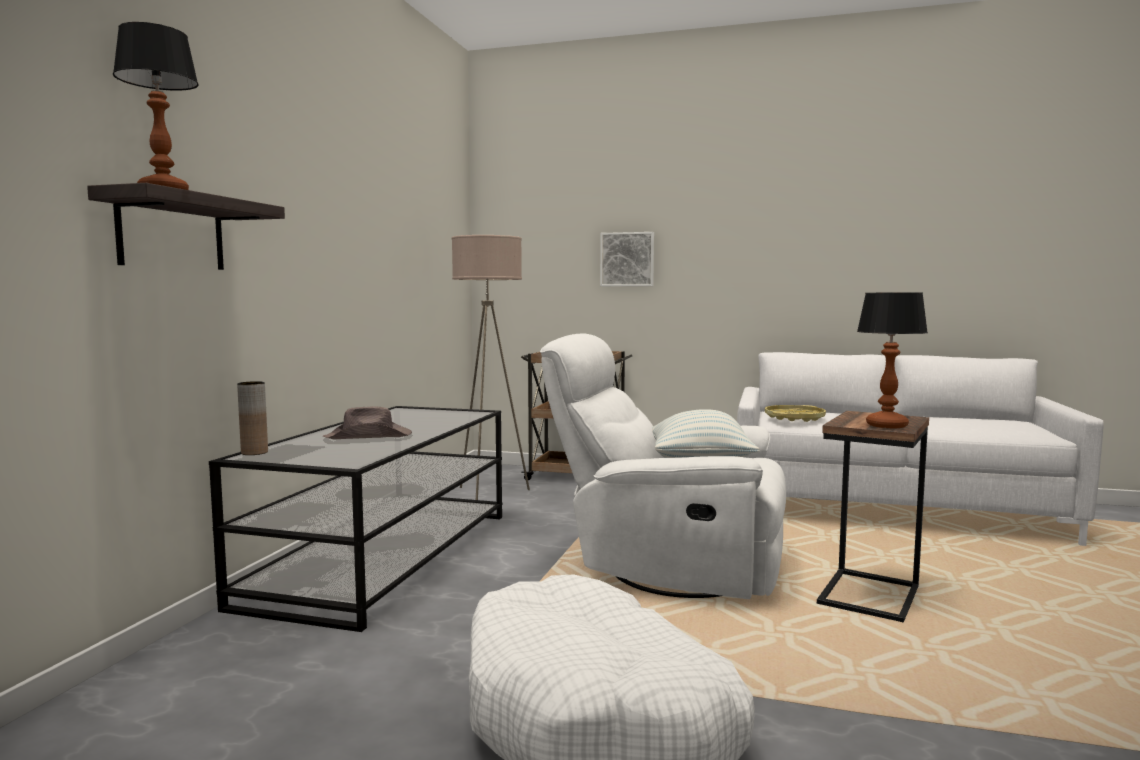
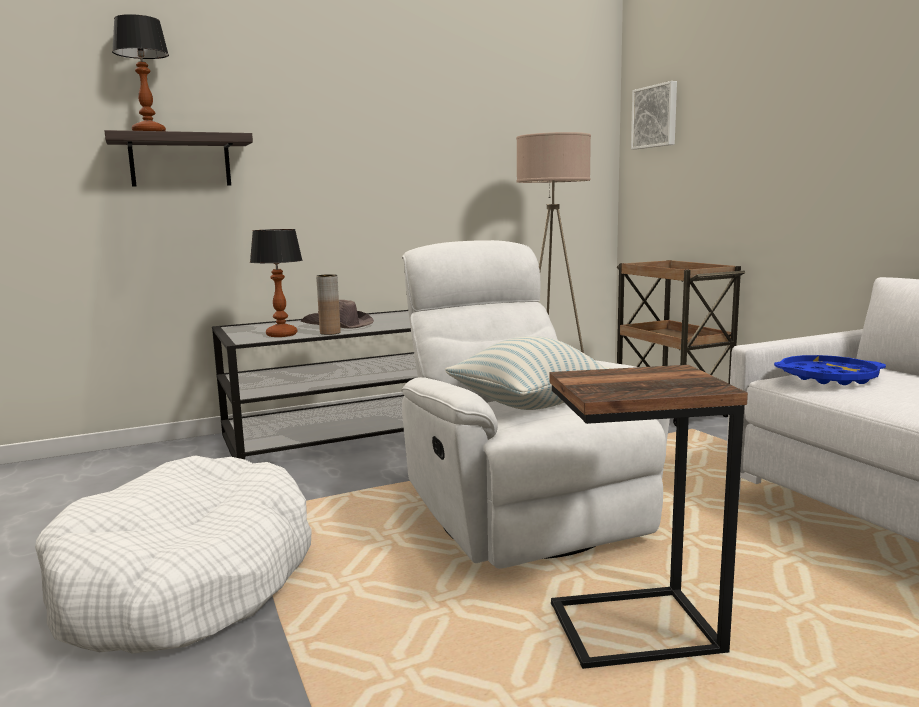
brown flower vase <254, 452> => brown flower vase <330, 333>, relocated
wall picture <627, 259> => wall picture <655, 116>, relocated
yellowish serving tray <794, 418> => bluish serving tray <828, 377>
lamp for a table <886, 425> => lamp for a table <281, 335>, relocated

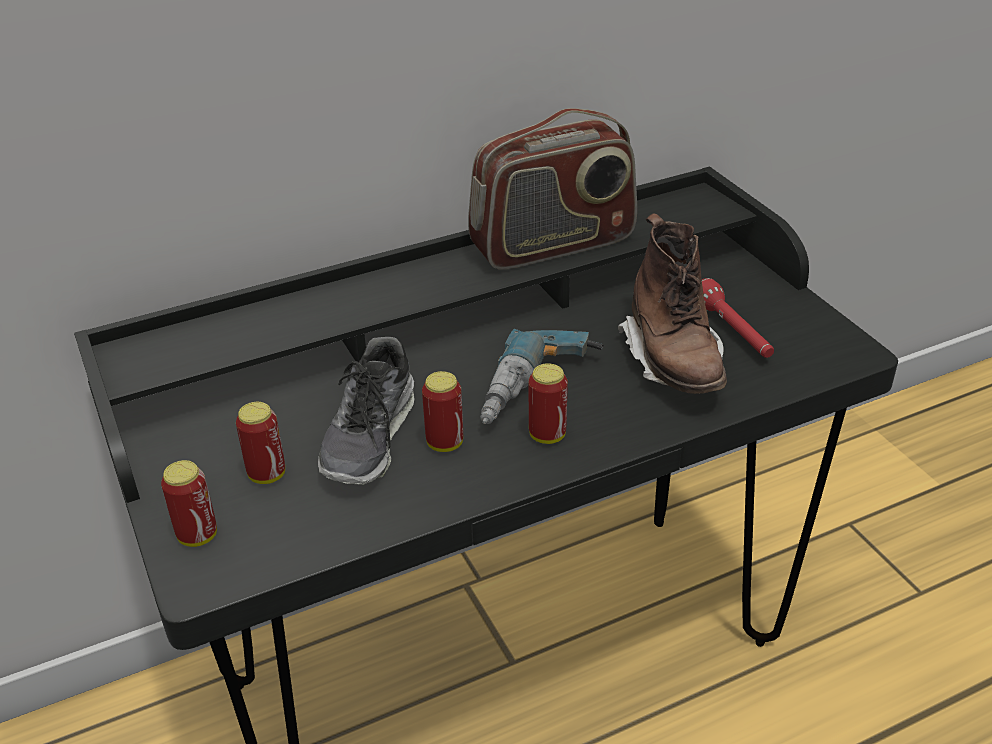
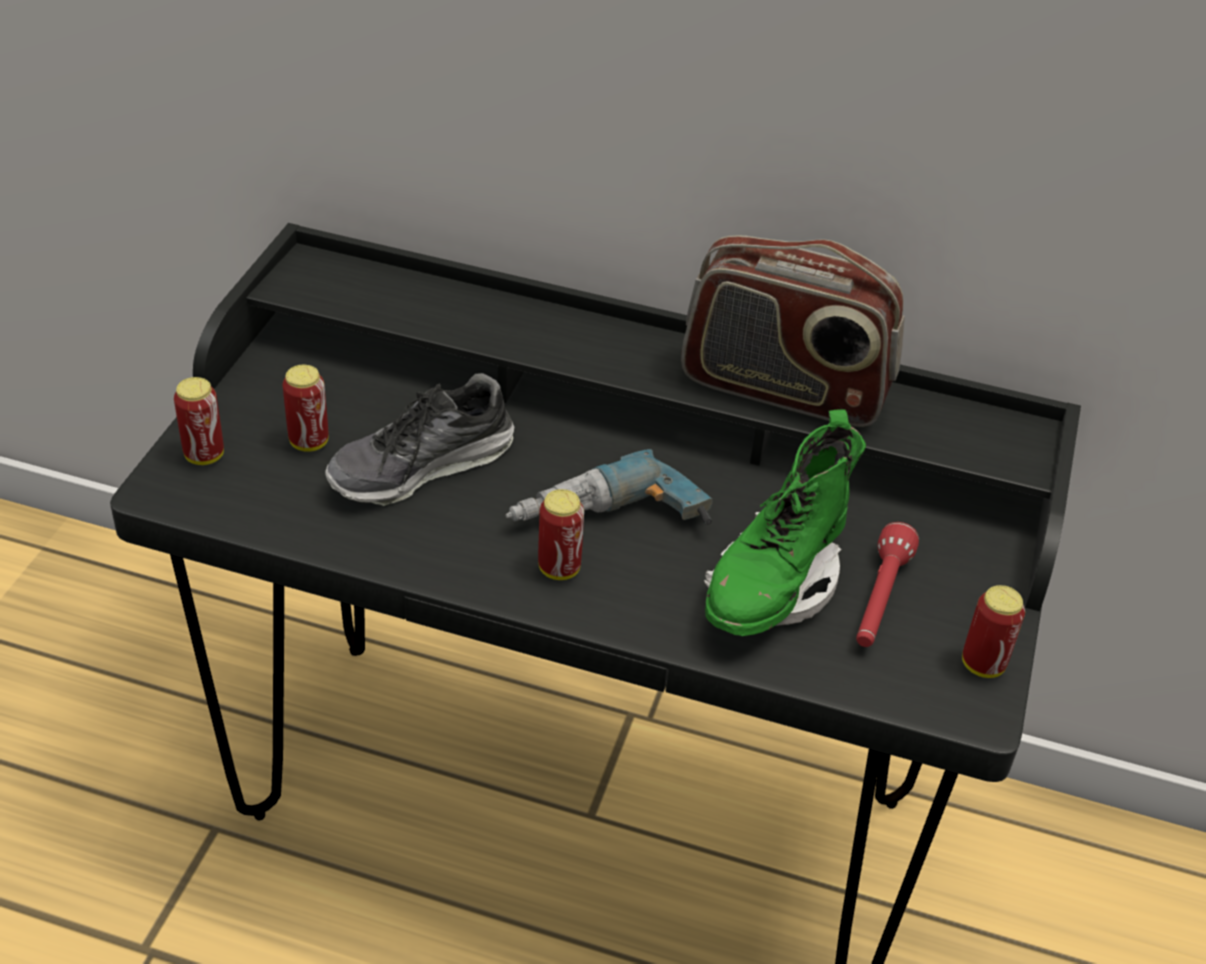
can <445, 443> => can <982, 665>, relocated
brown boot <673, 362> => greenish boot <773, 586>

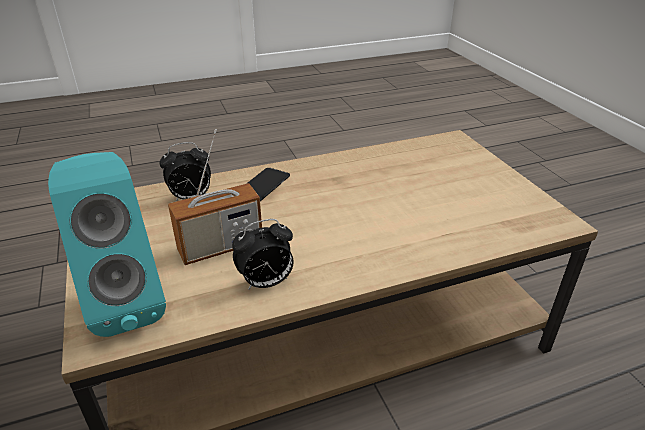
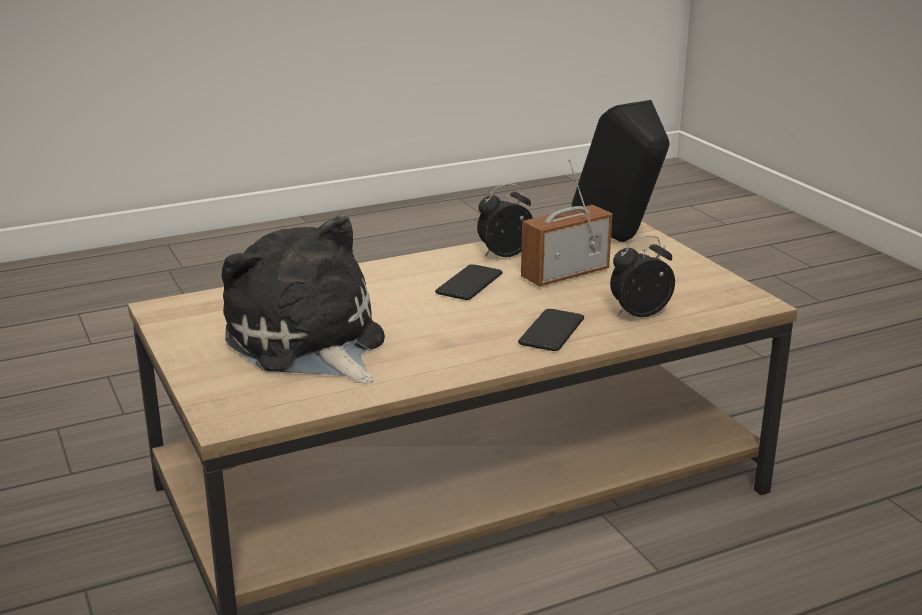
blue-green speaker <127, 303> => black-coloured speaker <621, 241>
nothing => plush toy <308, 343>
nothing => handset <469, 283>

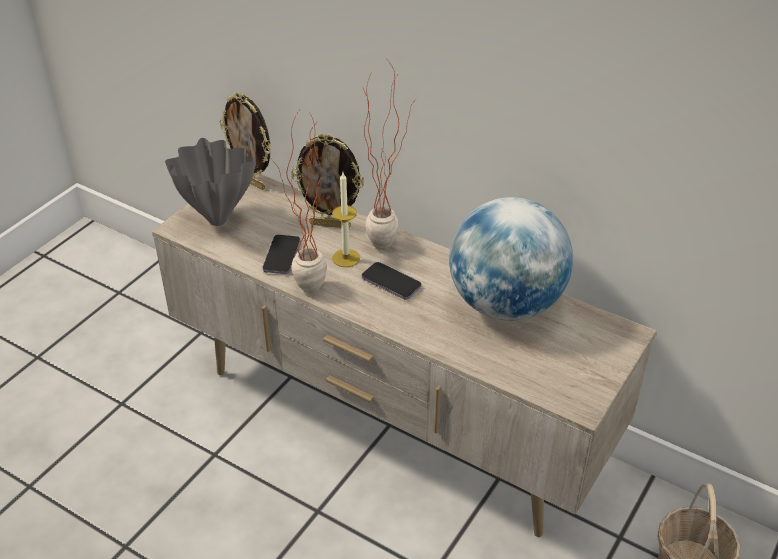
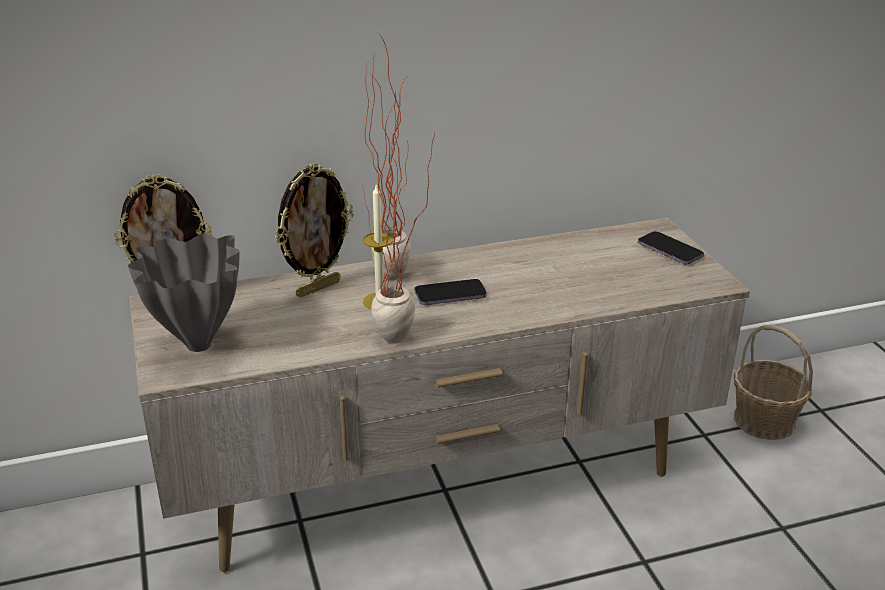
handset <282, 256> => handset <670, 250>, relocated
desk globe <505, 305> => nothing

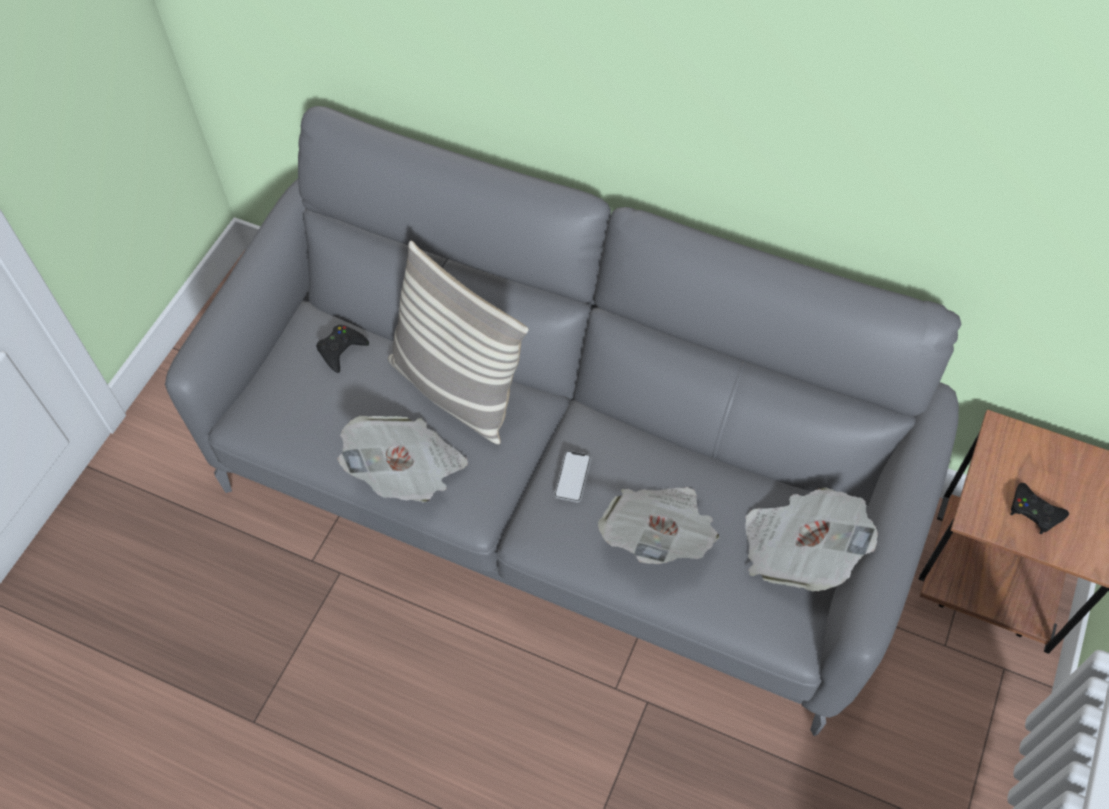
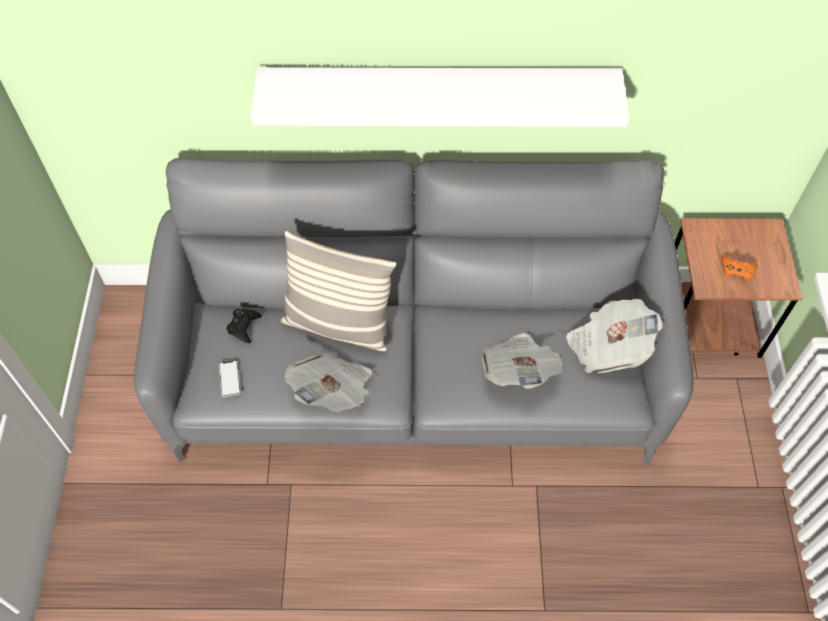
handset <572, 477> => handset <229, 379>, relocated
black-coloured game controller <1034, 511> => orangey game controller <737, 270>
nothing => white wall shelf <438, 93>

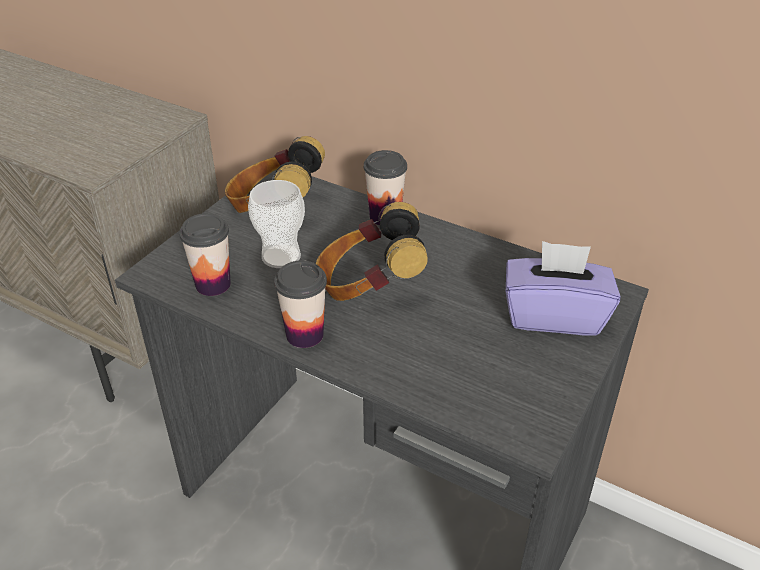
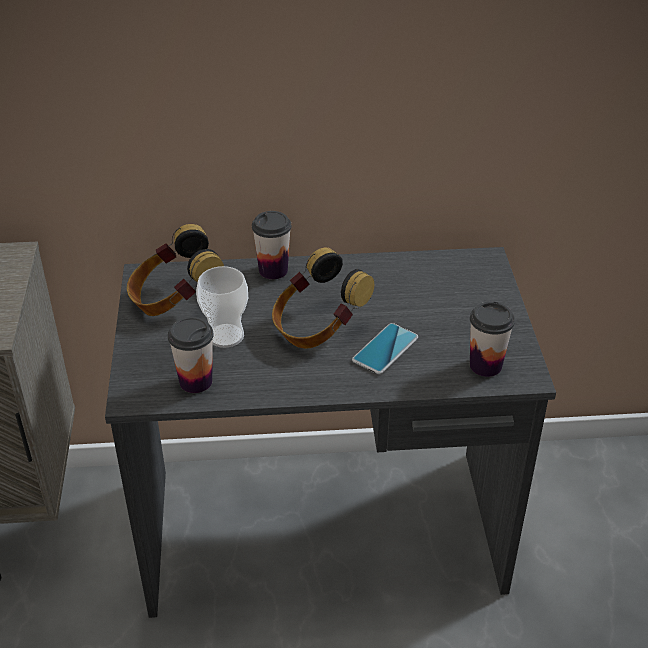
cup <304, 335> => cup <485, 365>, relocated
purplish tissue box <554, 315> => nothing
nothing => handset <385, 349>

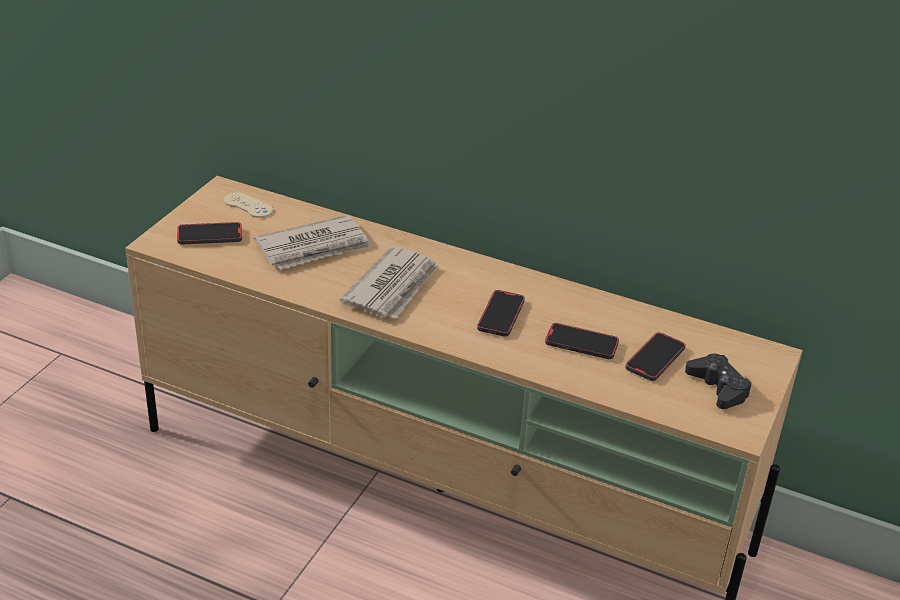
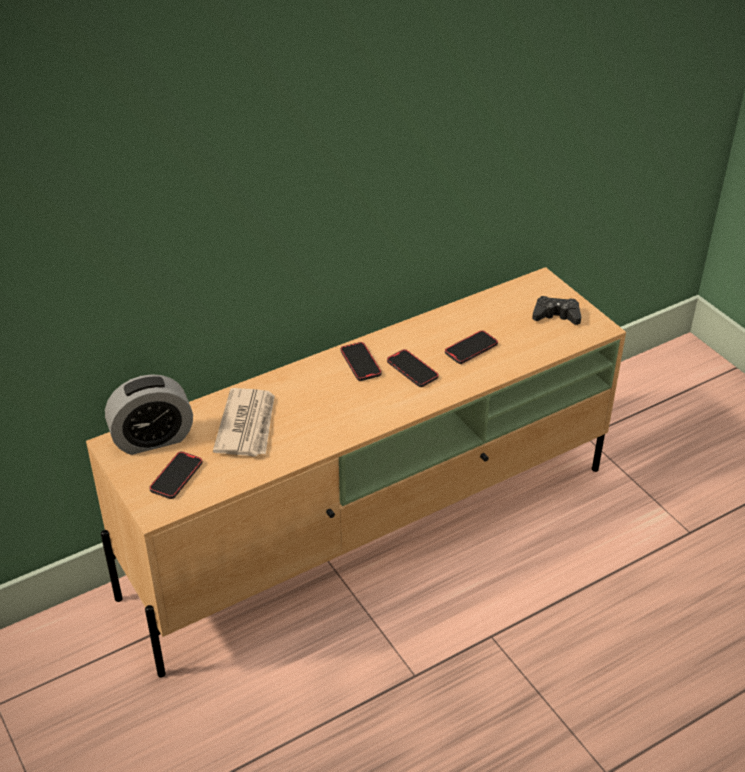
sand-coloured game controller <248, 205> => bedside clock <152, 439>
daily paper <393, 287> => nothing
handset <655, 359> => handset <360, 363>, relocated

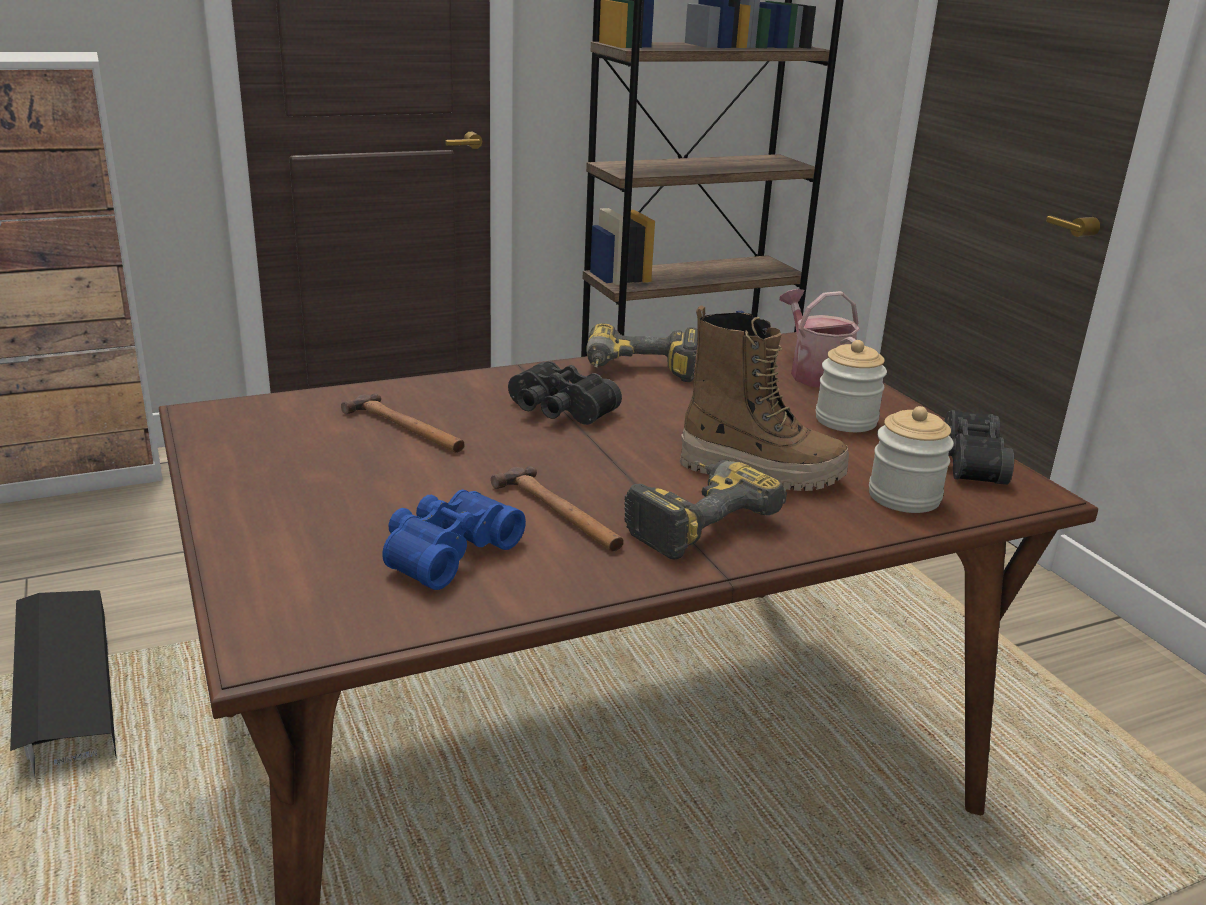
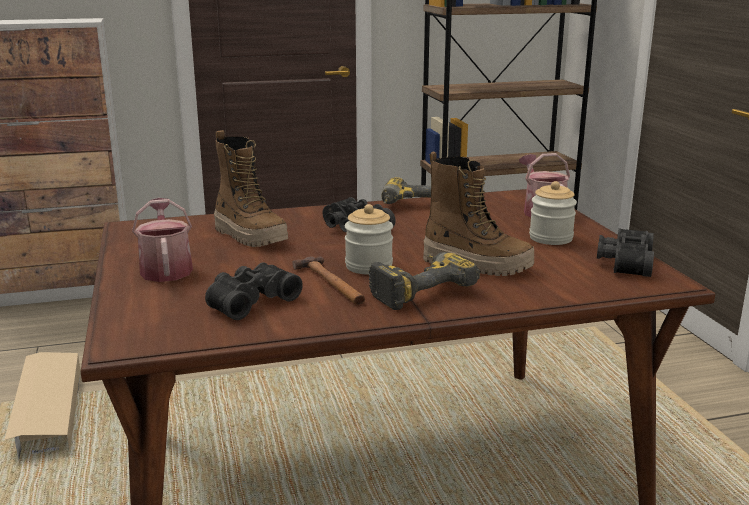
black-coloured storage box <65, 690> => sand-coloured storage box <47, 412>
hand hammer <405, 428> => boot <250, 236>
bluish binoculars <445, 551> => black-coloured binoculars <249, 301>
jar <904, 497> => jar <369, 266>, relocated
nothing => watering can <166, 268>

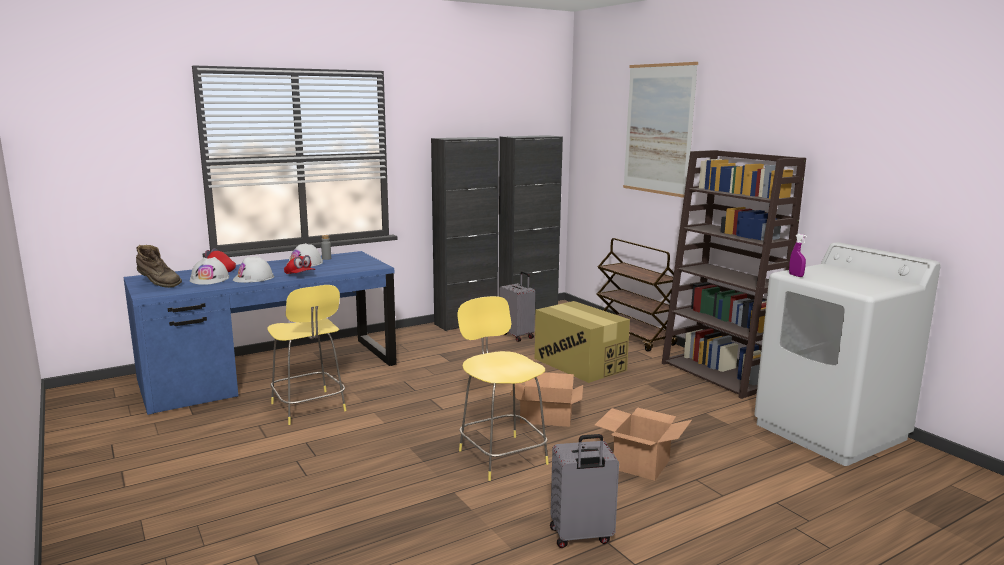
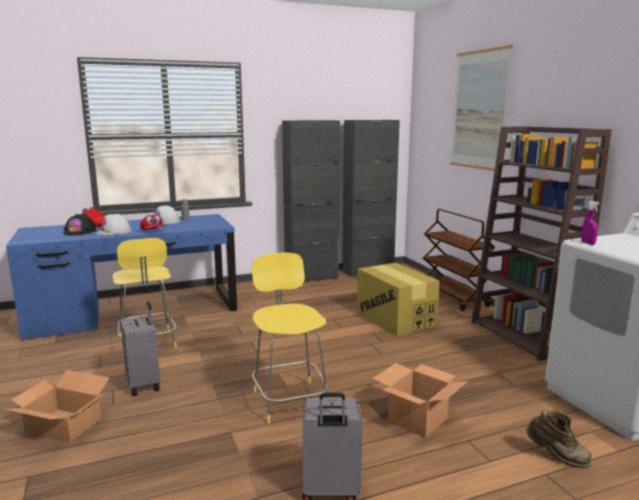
brown boot <158, 284> => brown boot <556, 457>, relocated
white hard hat <210, 279> => black-coloured hard hat <80, 231>
gray piece of luggage <517, 336> => gray piece of luggage <144, 384>, relocated
packing box <546, 416> => packing box <63, 424>, relocated

